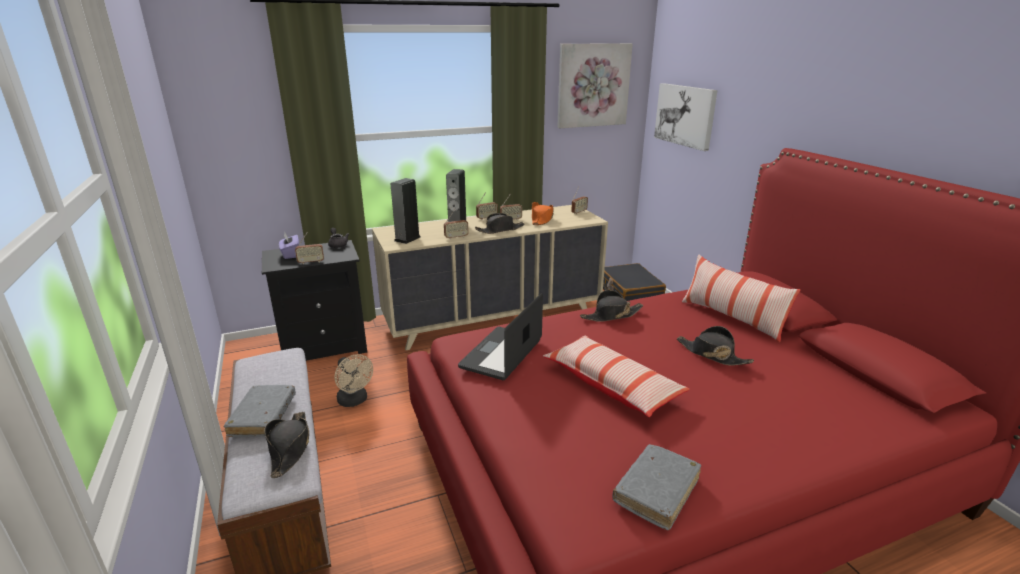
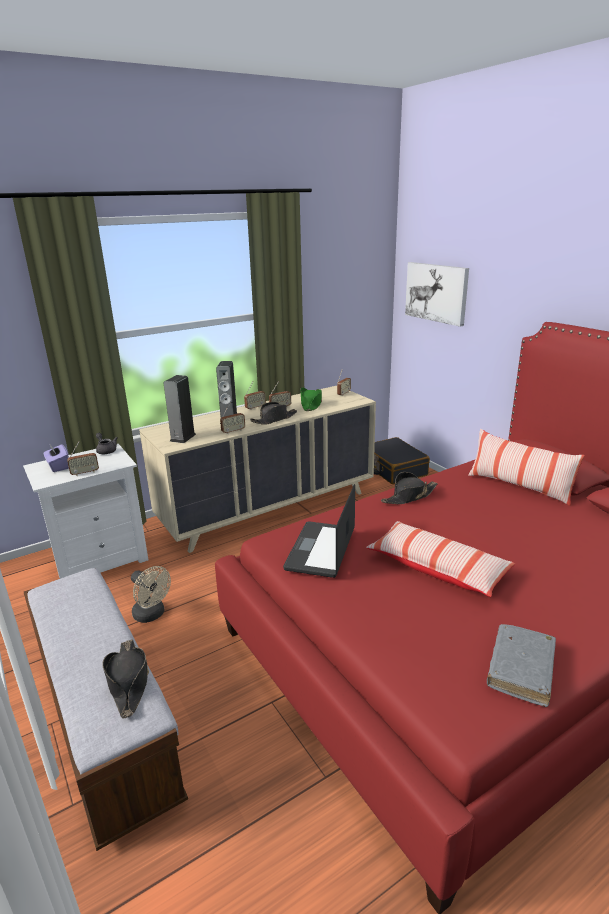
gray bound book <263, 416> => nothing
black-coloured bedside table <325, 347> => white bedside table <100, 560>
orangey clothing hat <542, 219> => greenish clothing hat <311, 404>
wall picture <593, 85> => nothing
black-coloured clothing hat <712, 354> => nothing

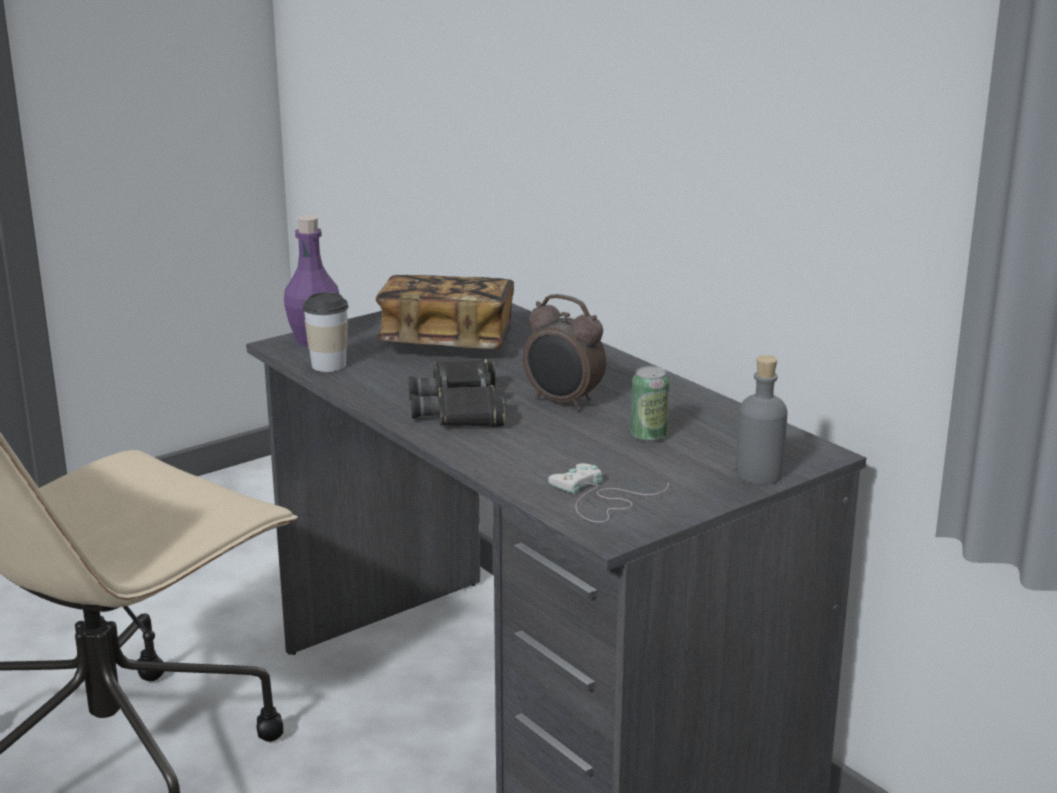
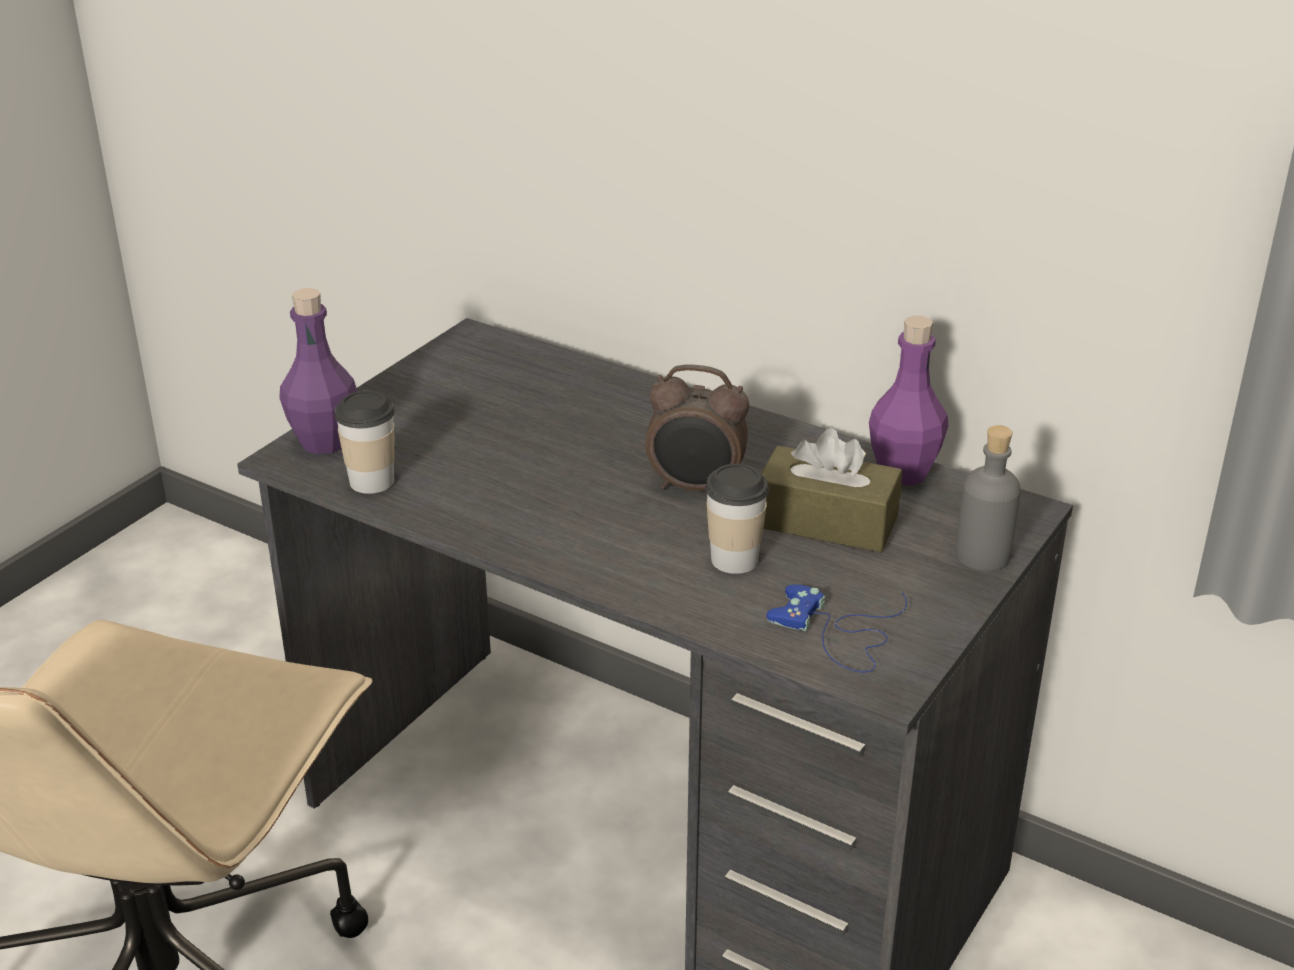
bound book <447, 343> => nothing
black-coloured binoculars <460, 408> => nothing
white game controller <599, 499> => bluish game controller <839, 633>
can <648, 436> => brown tissue box <826, 521>
nothing => cup <734, 560>
nothing => purplish beverage bottle <903, 473>

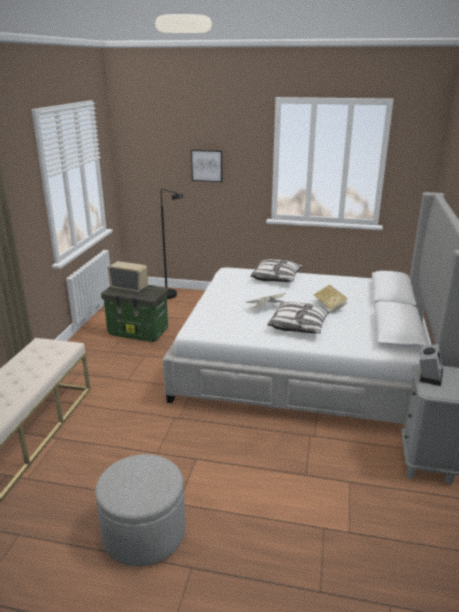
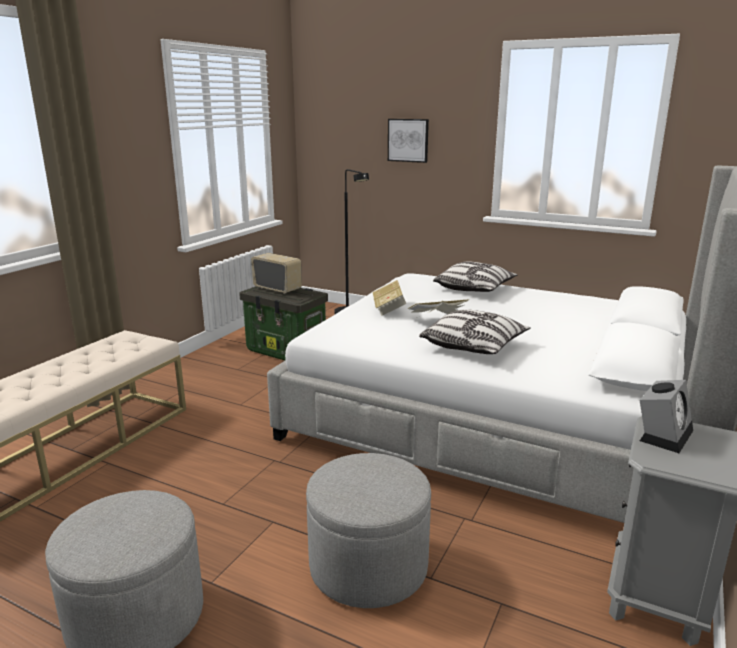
bound book <330, 306> => bound book <388, 308>, relocated
nothing => gray ottoman <368, 566>

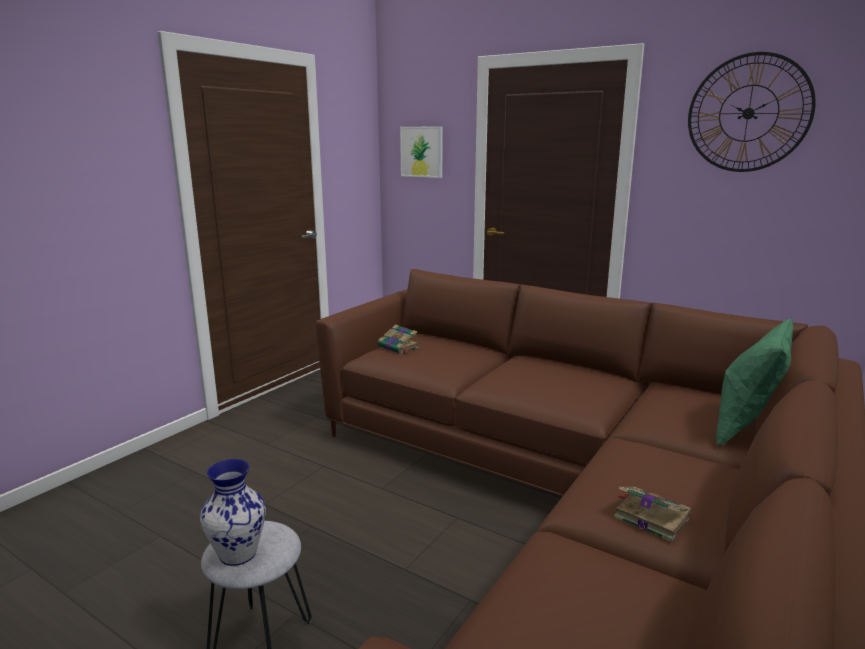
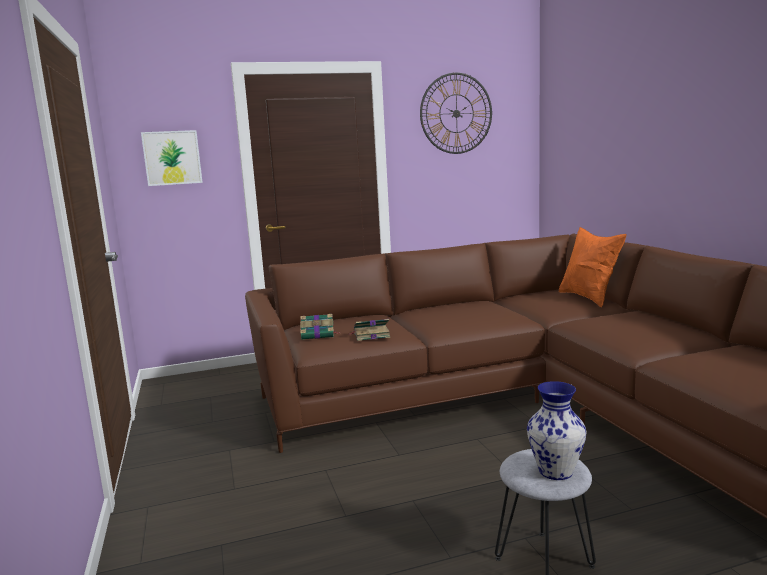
bound book <649, 517> => bound book <370, 335>, relocated
greenish throw pillow <746, 428> => orangey throw pillow <589, 298>

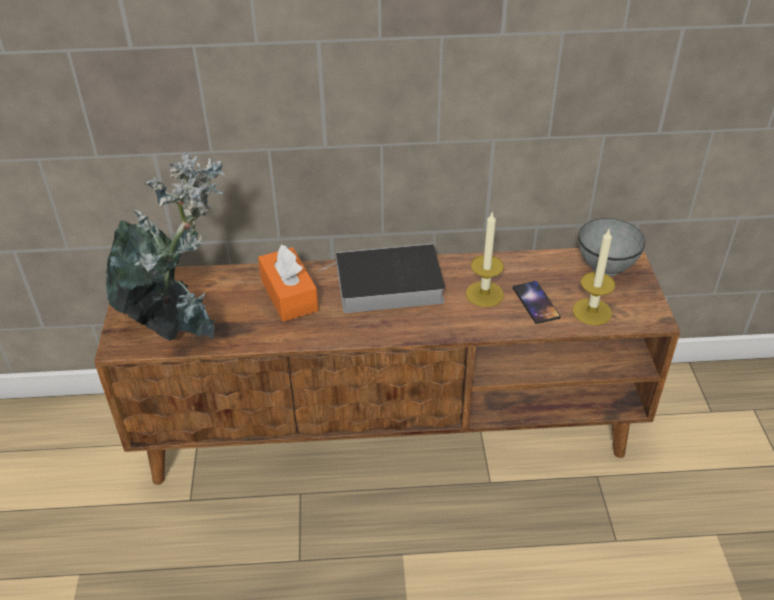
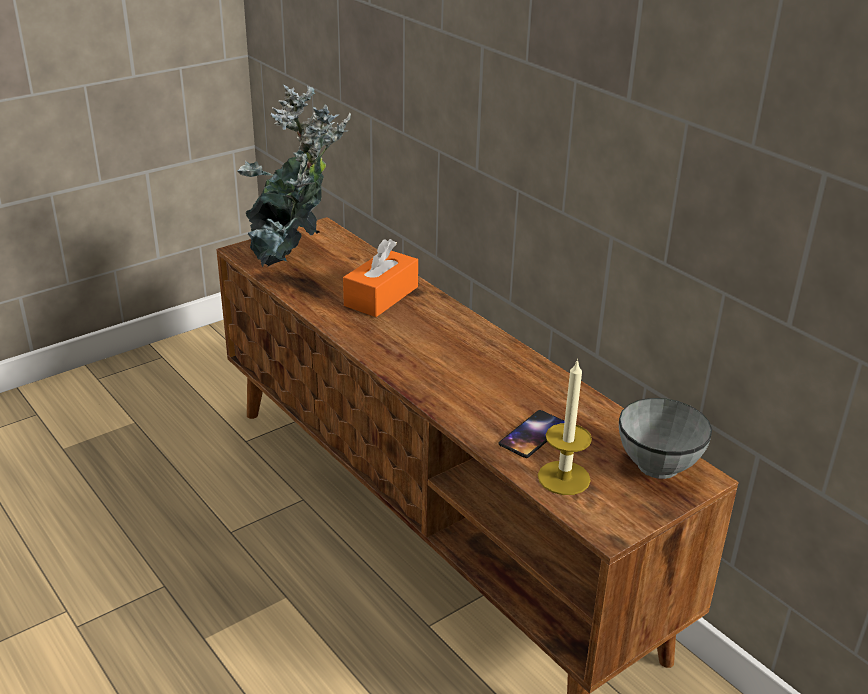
bound book <385, 285> => nothing
candle <484, 294> => nothing

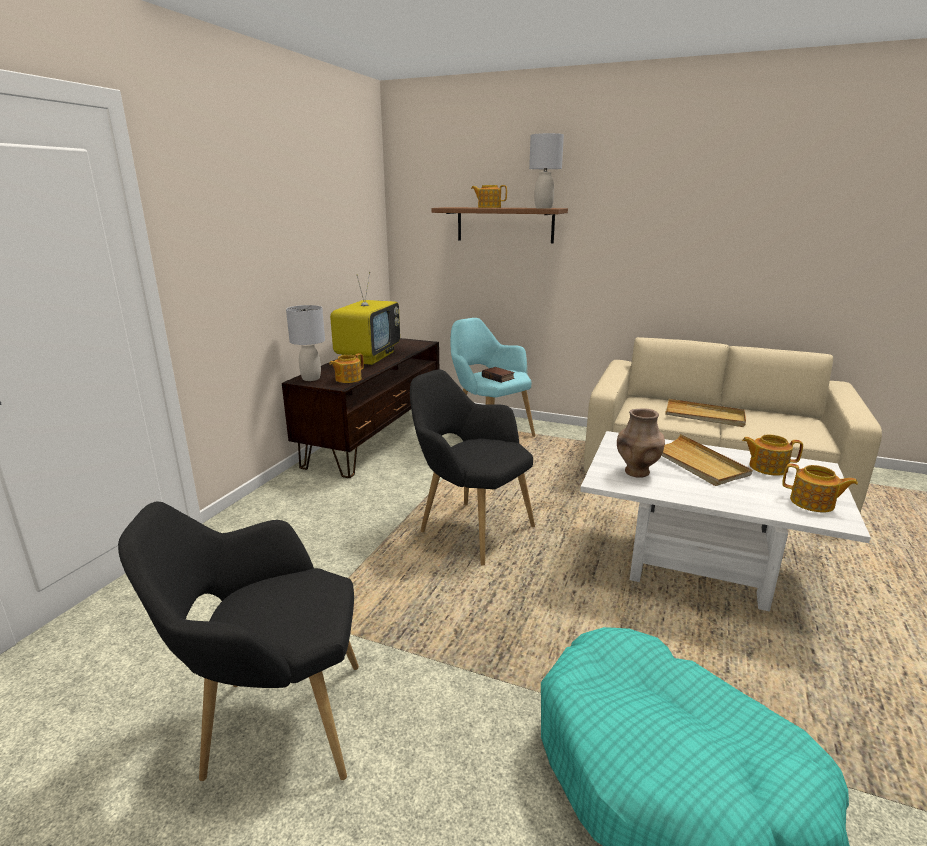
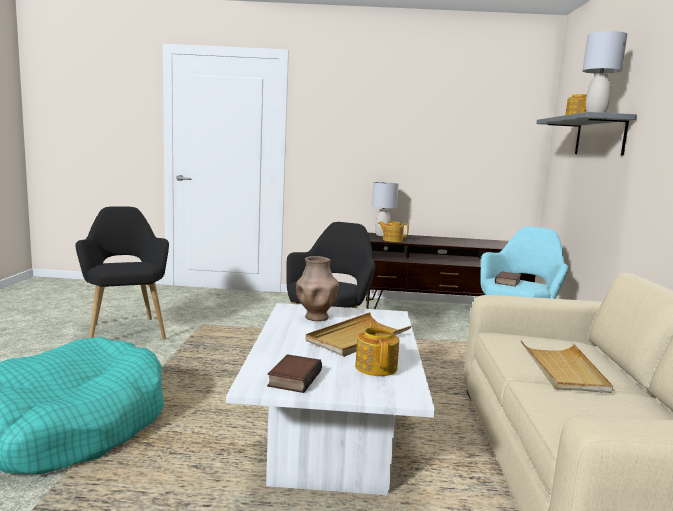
TV <368, 357> => nothing
brown wall shelf <505, 224> => gray wall shelf <600, 136>
teapot <813, 503> => bound book <293, 378>

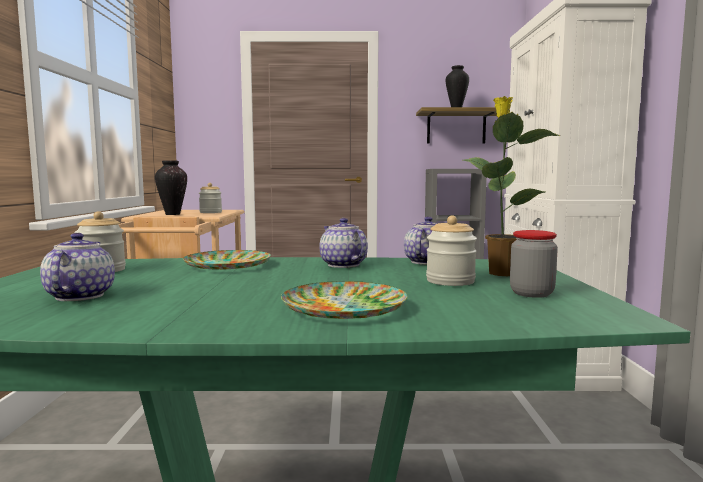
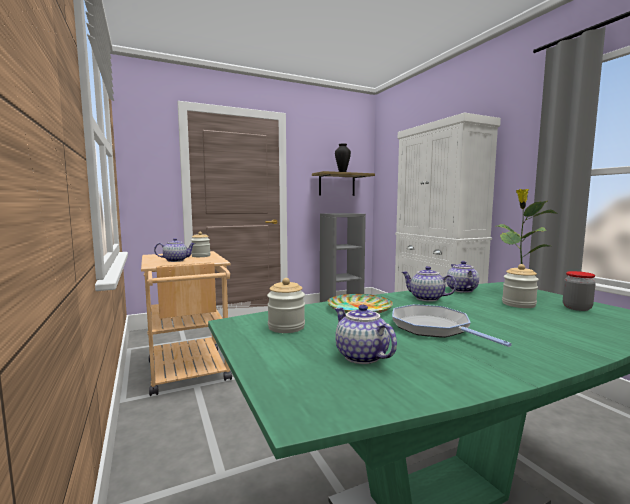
flower vase <172, 214> => teapot <176, 260>
flat dish <345, 307> => nothing
nothing => frying pan <433, 328>

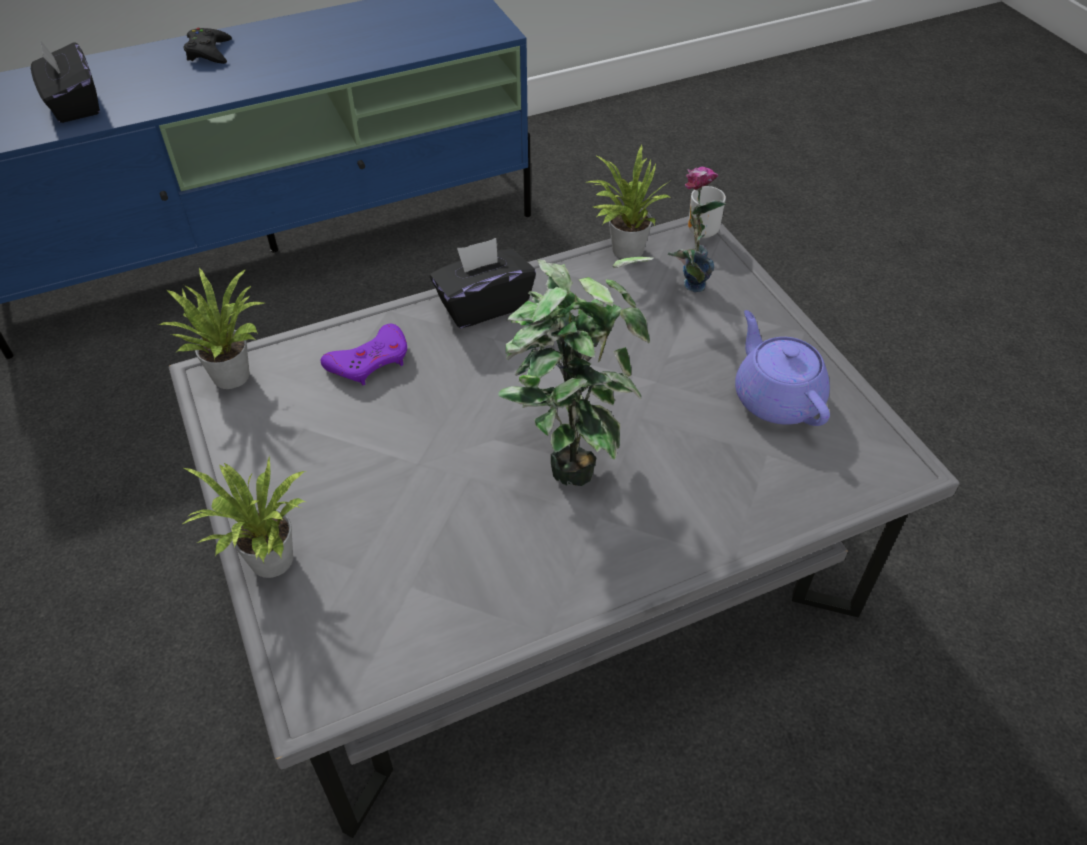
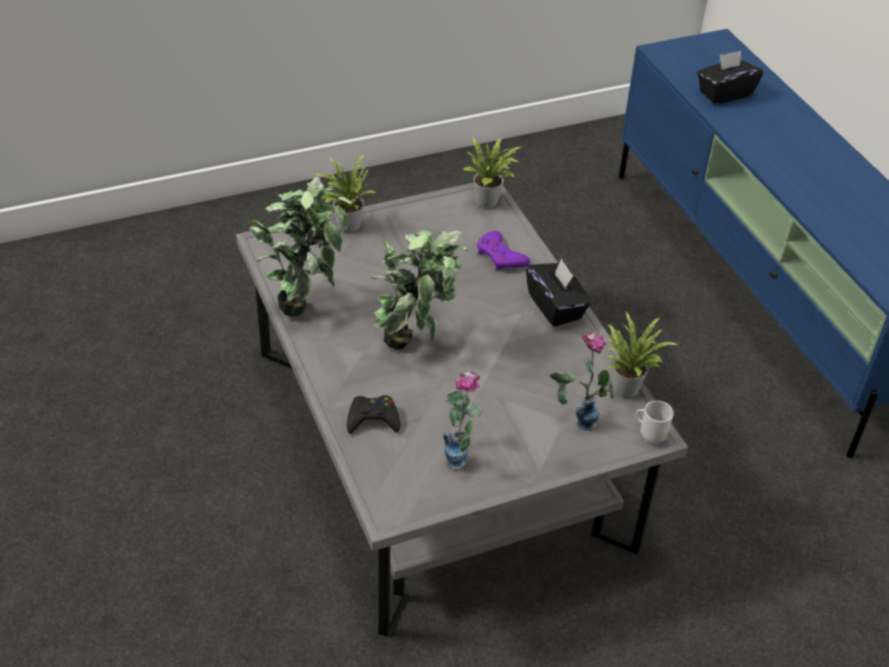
black-coloured game controller <209, 52> => black-coloured game controller <373, 419>, relocated
purplish teapot <776, 397> => flower vase <461, 453>
nothing => plant in a pot <306, 302>

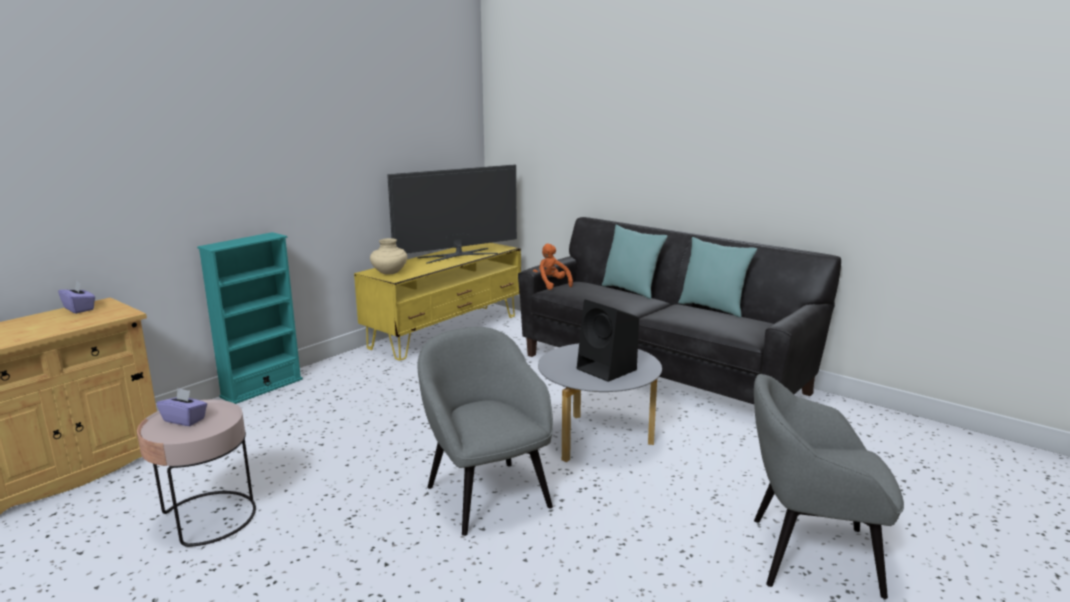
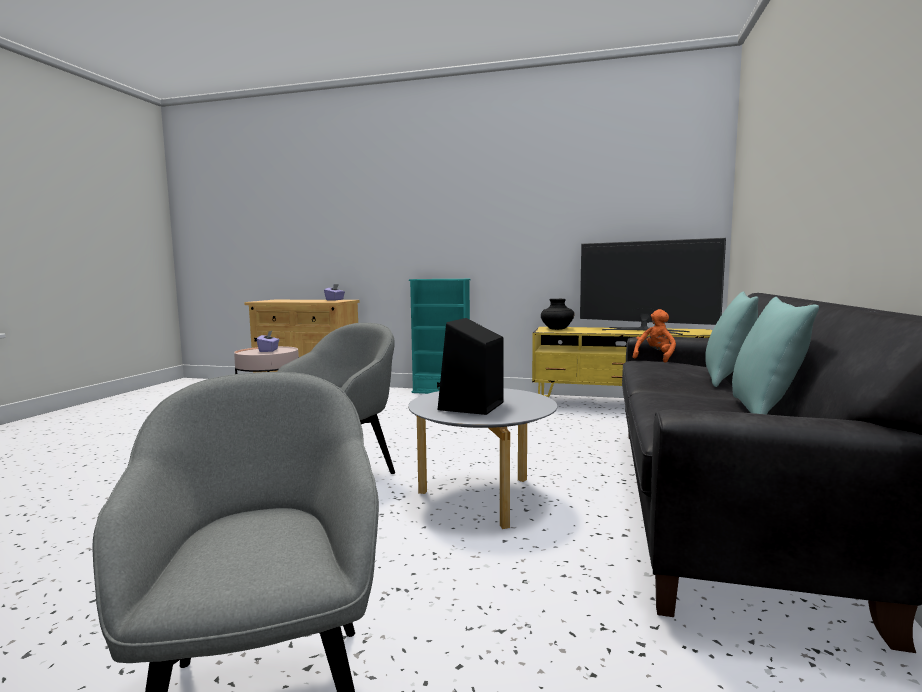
sand-coloured flower vase <389, 272> => black-coloured flower vase <556, 329>

